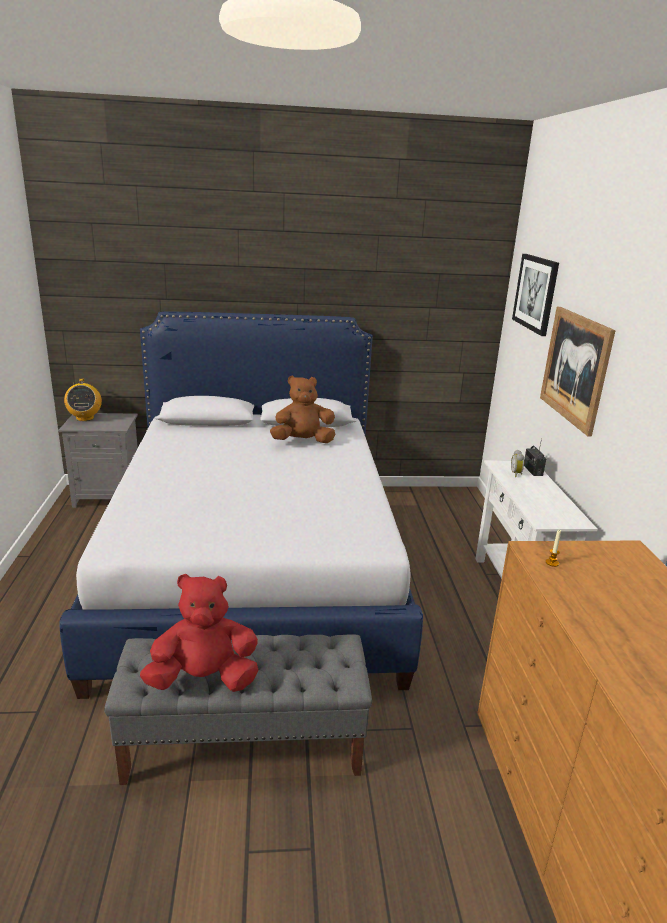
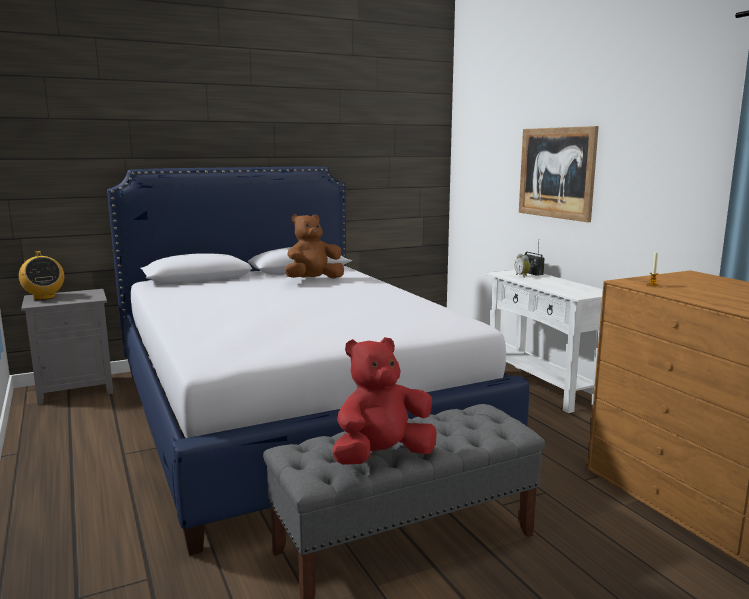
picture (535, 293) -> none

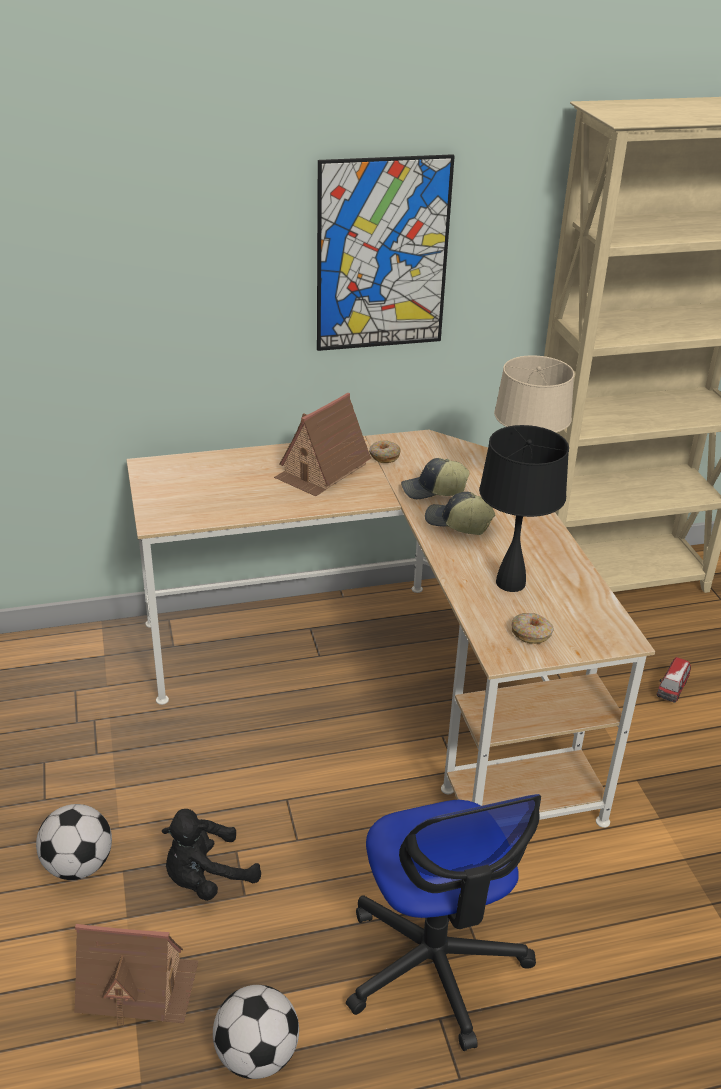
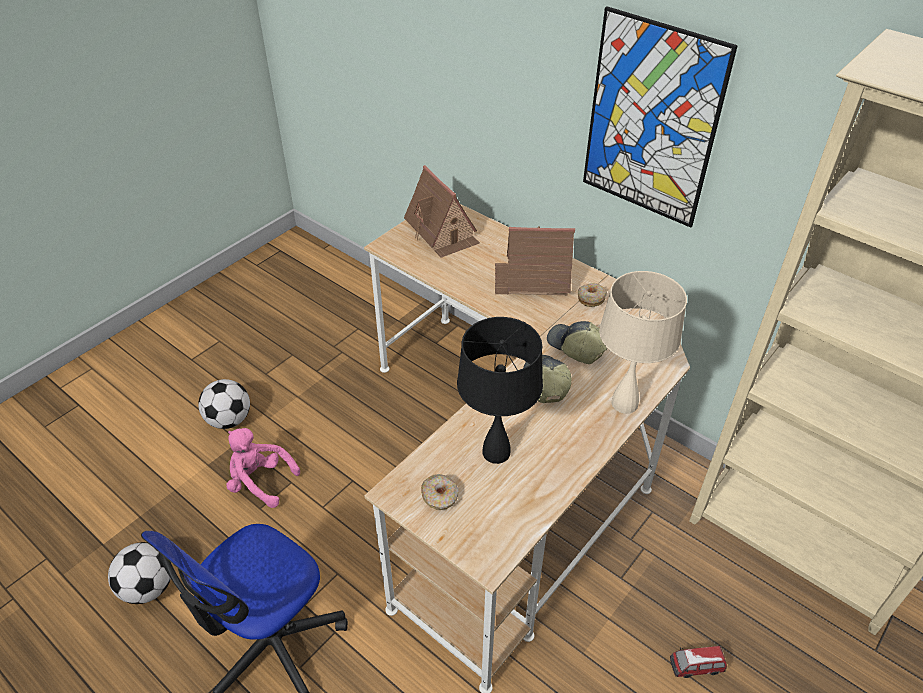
miniature house (137, 986) -> miniature house (442, 232), shifted
blackish cuddly toy (206, 878) -> pink cuddly toy (260, 482)

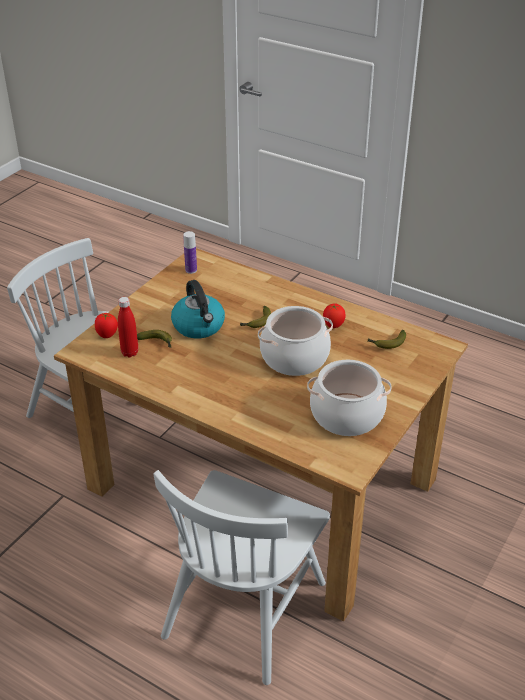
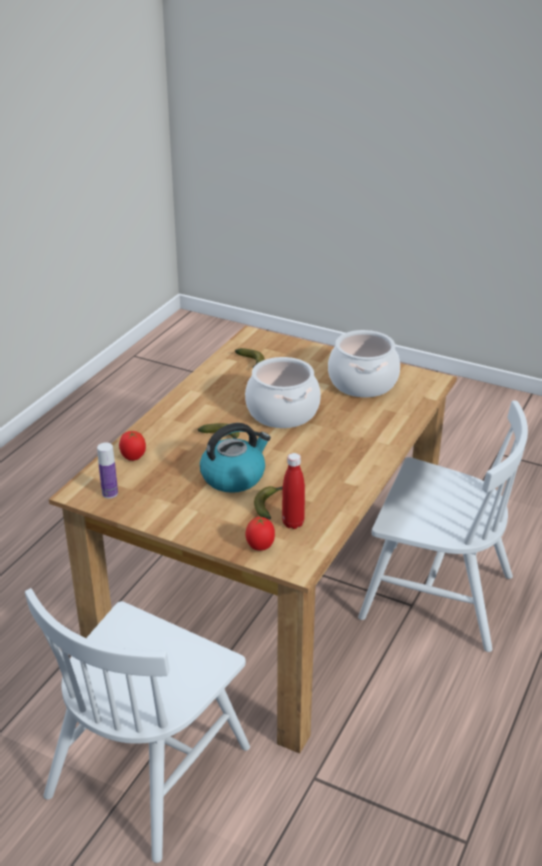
whole tomato (333, 326) -> whole tomato (133, 458), shifted

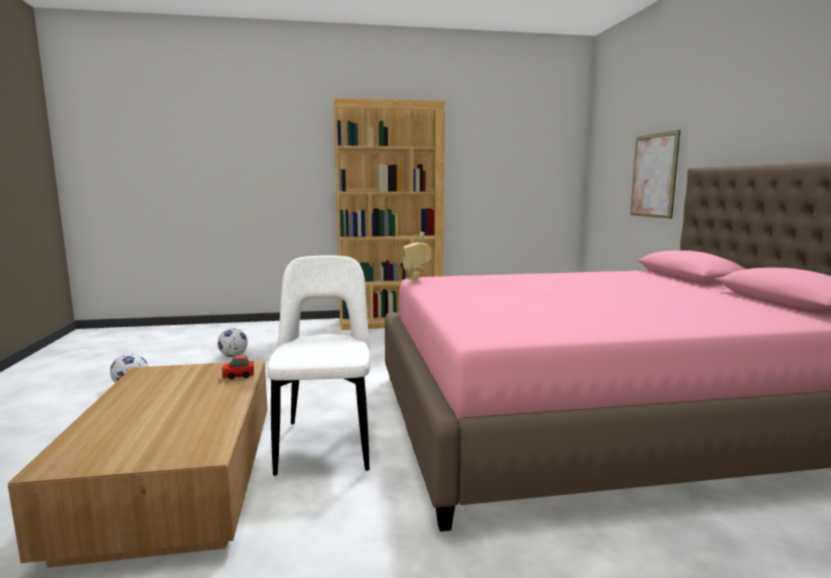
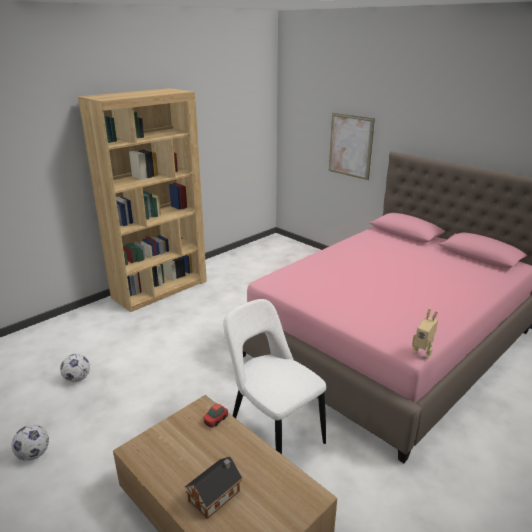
none -> miniature house (216, 495)
robot figure (417, 280) -> robot figure (423, 352), shifted

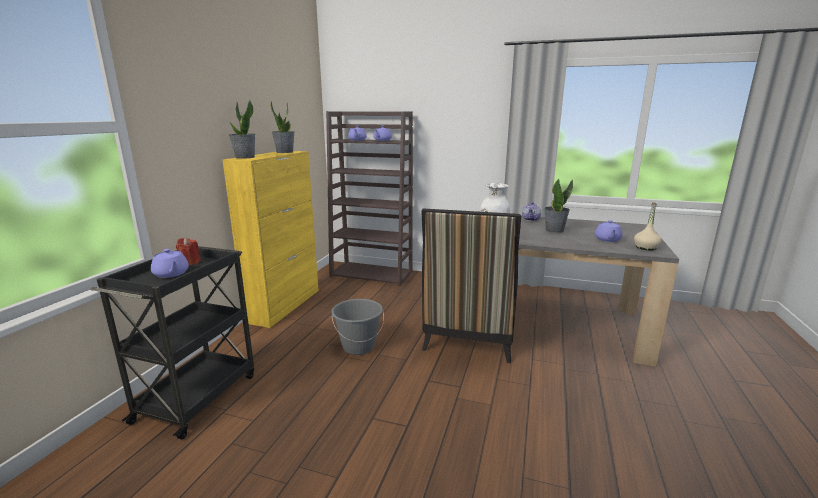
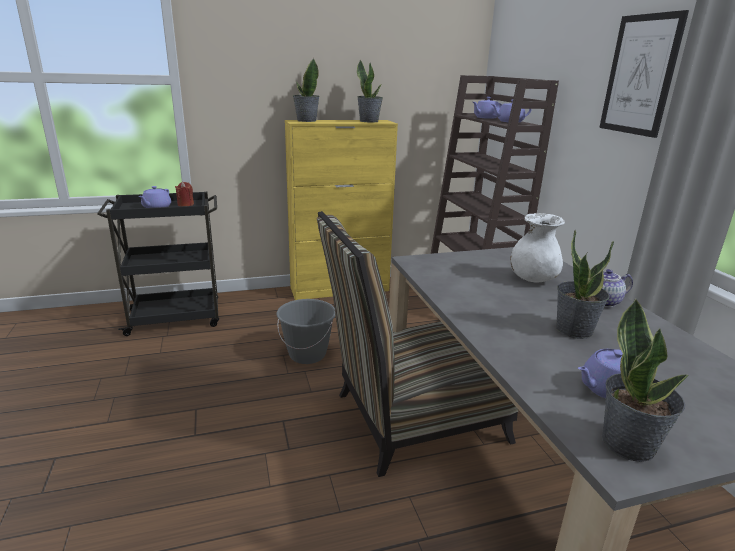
none -> picture (640, 75)
beige drink bottle (646, 247) -> plant in a pot (629, 443)

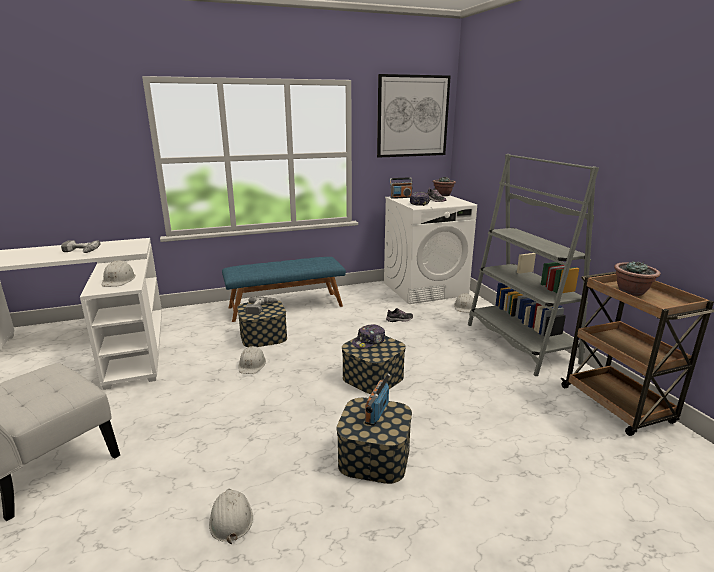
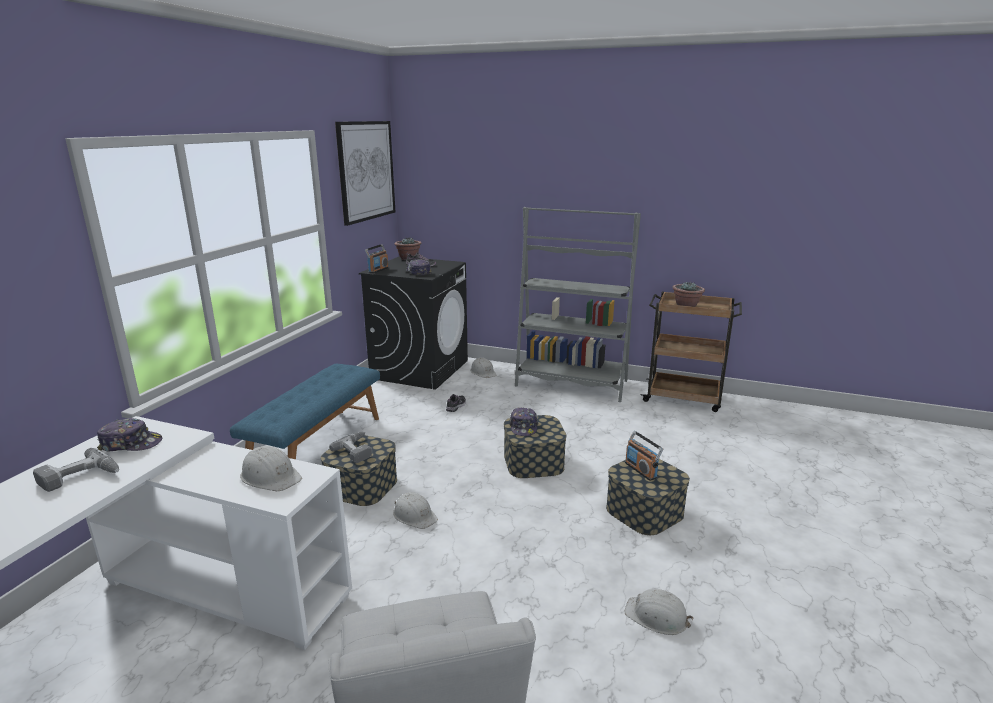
none -> peaked cap (131, 444)
white laundry machine (425, 289) -> blackish laundry machine (420, 369)

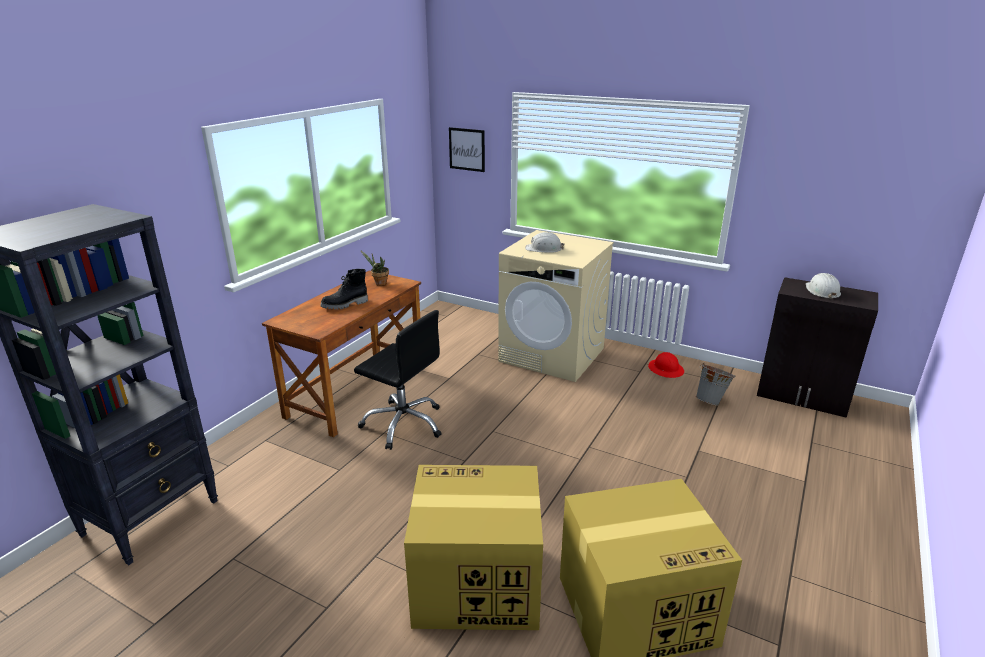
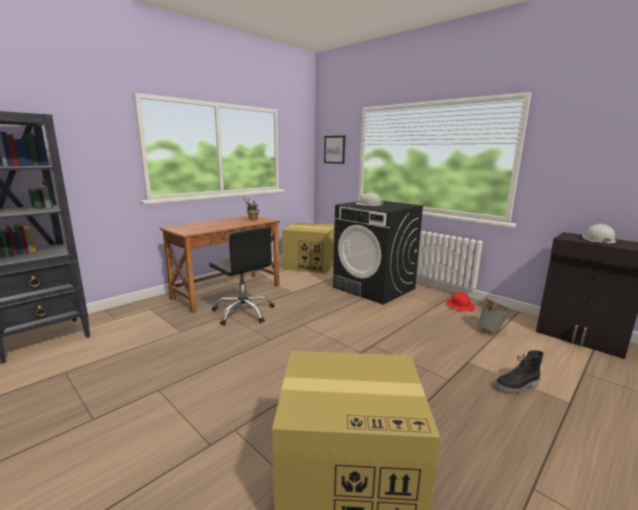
blackish boot (345, 305) -> blackish boot (517, 386), shifted
carton (475, 584) -> carton (309, 265), shifted
beige laundry machine (552, 355) -> blackish laundry machine (374, 288)

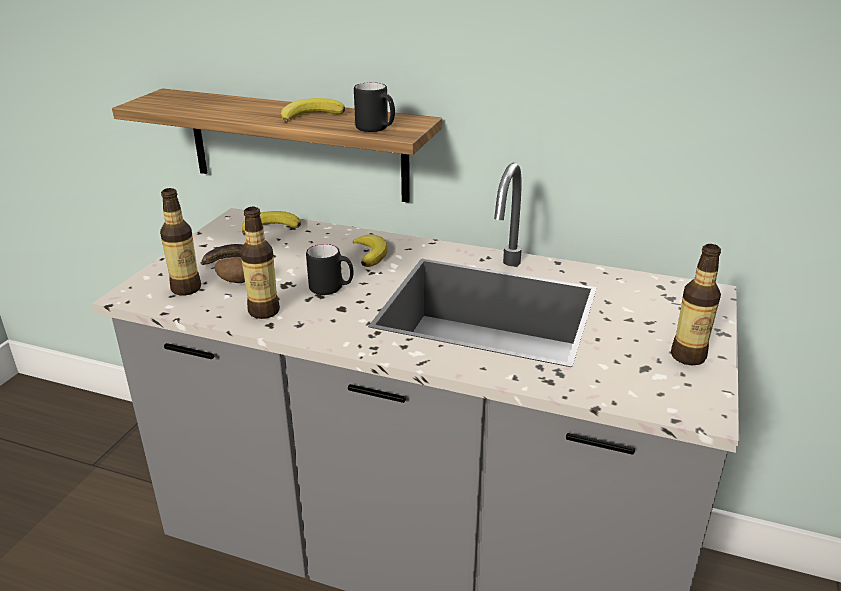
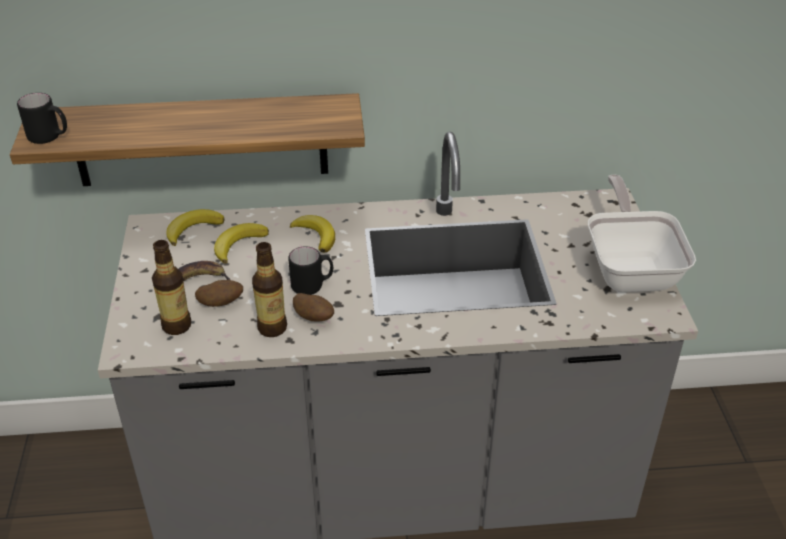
none -> whole potato (314, 318)
banana (311, 115) -> banana (238, 244), shifted
blackish mug (376, 129) -> blackish mug (49, 137), shifted
drink bottle (688, 356) -> frying pan (630, 268)

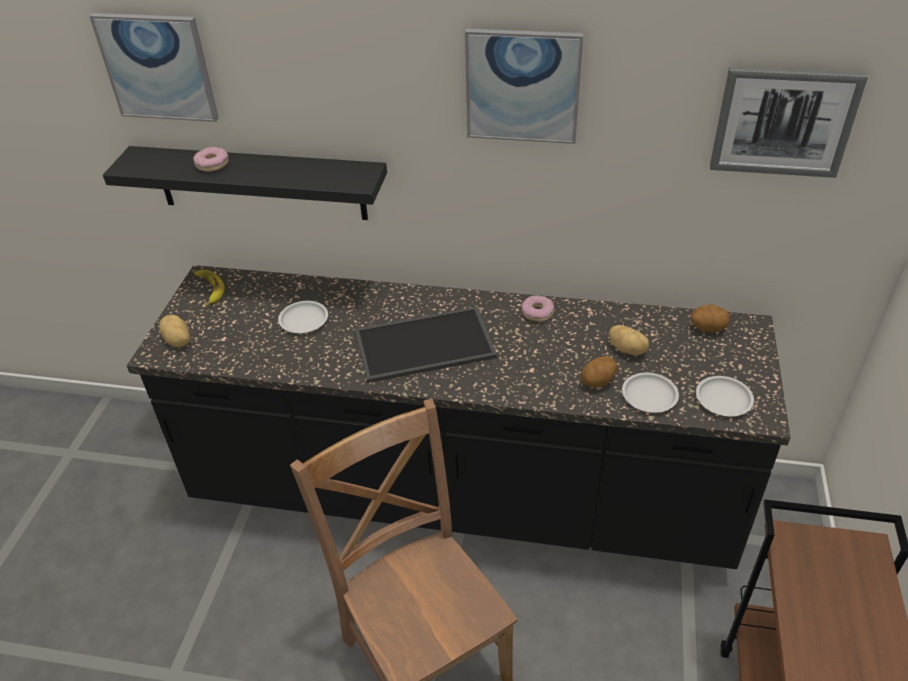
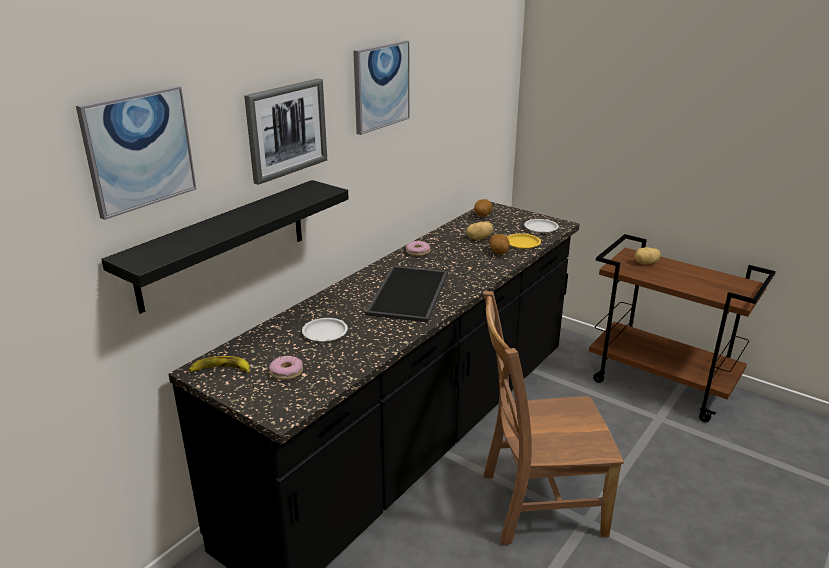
whole potato (177, 341) -> whole potato (646, 263), shifted
donut (212, 164) -> donut (286, 372), shifted
picture (783, 121) -> picture (286, 129), shifted
white dinner plate (649, 395) -> yellowish dinner plate (522, 243)

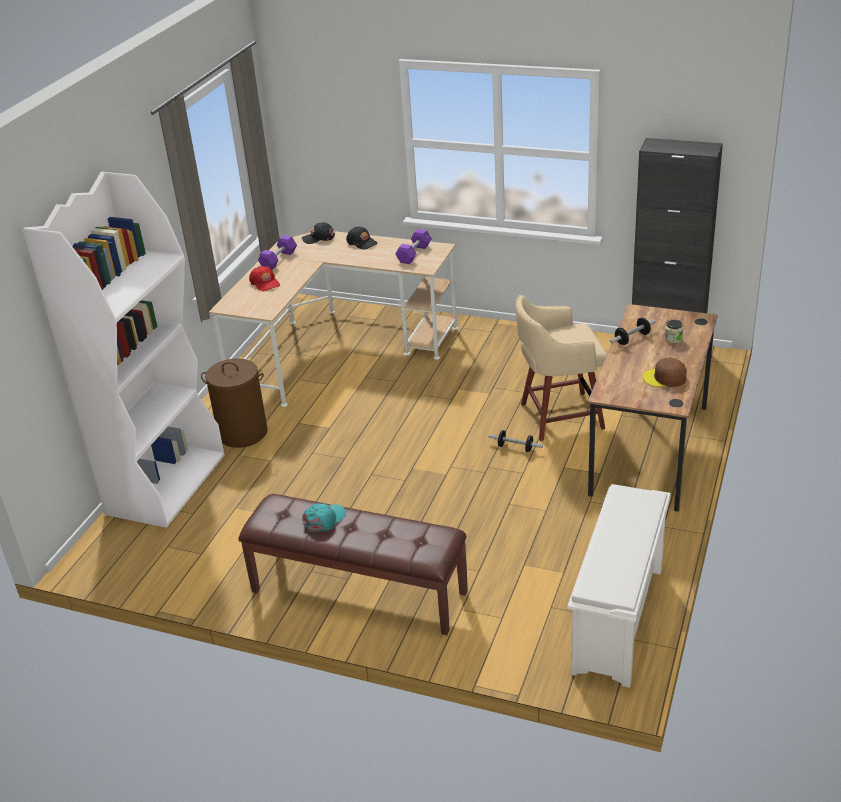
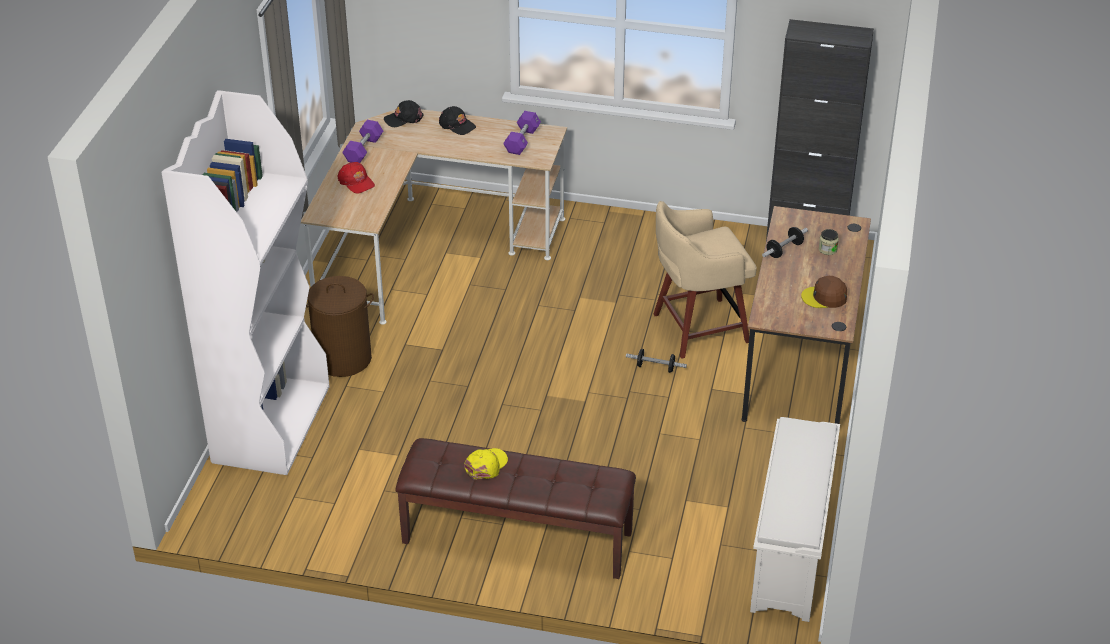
blue-green peaked cap (324, 520) -> yellowish peaked cap (486, 466)

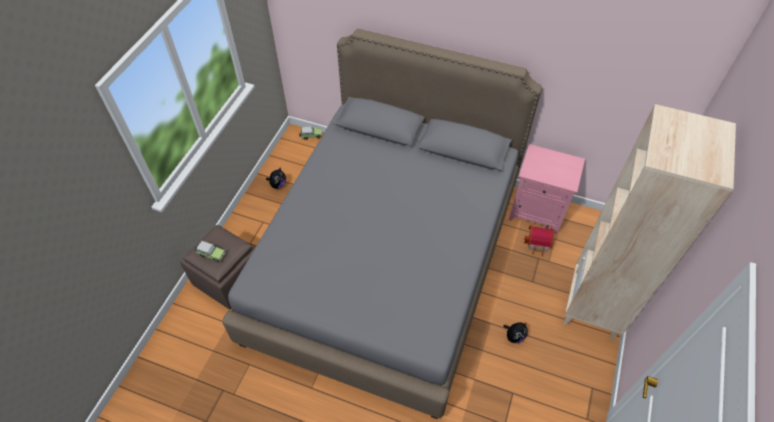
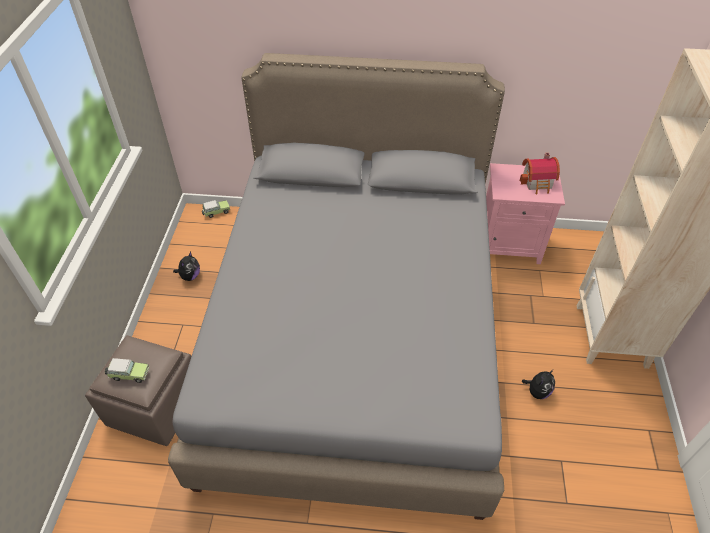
miniature house (538, 244) -> miniature house (538, 183), shifted

